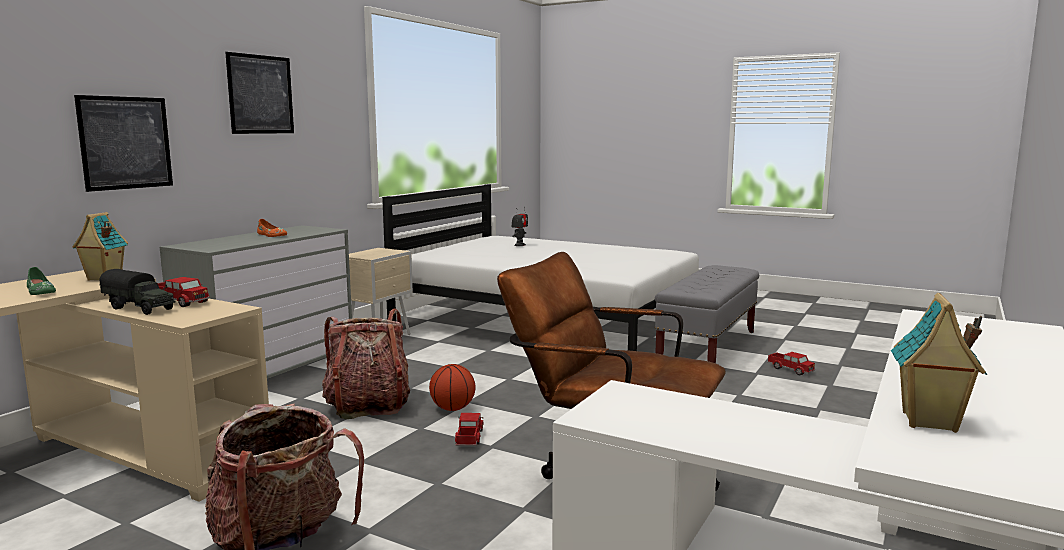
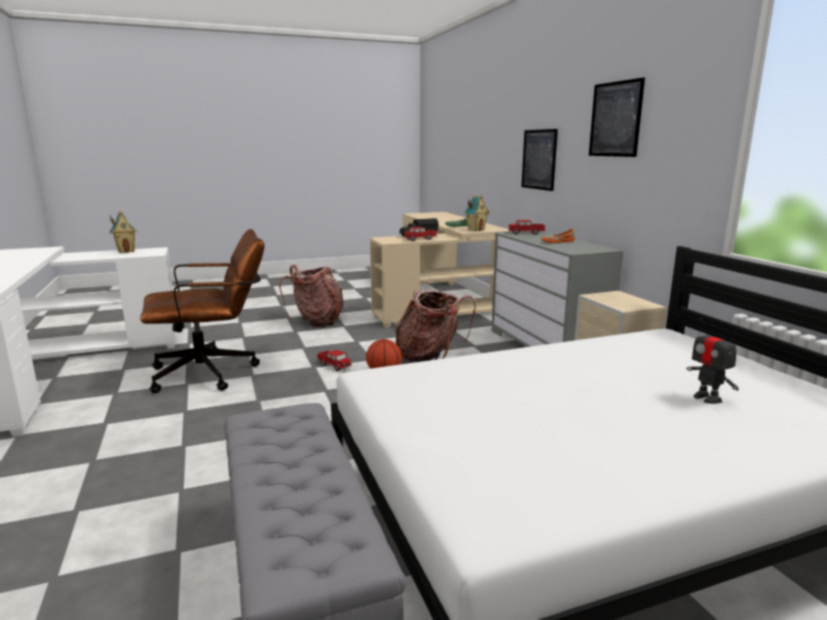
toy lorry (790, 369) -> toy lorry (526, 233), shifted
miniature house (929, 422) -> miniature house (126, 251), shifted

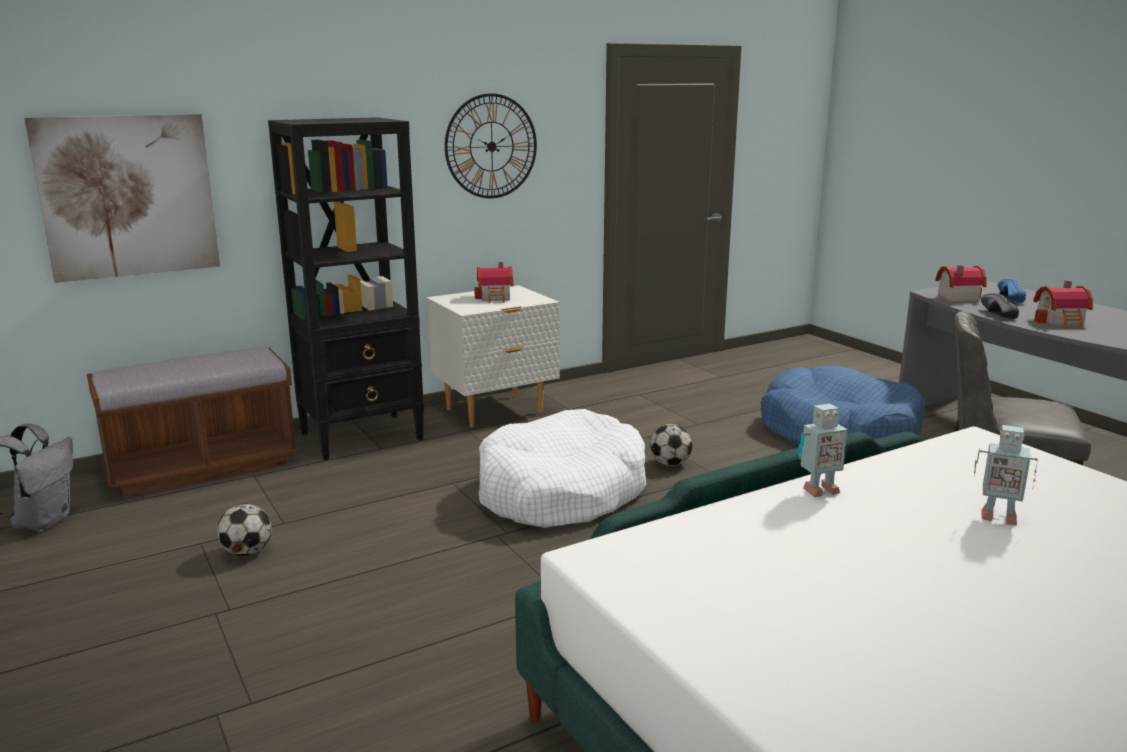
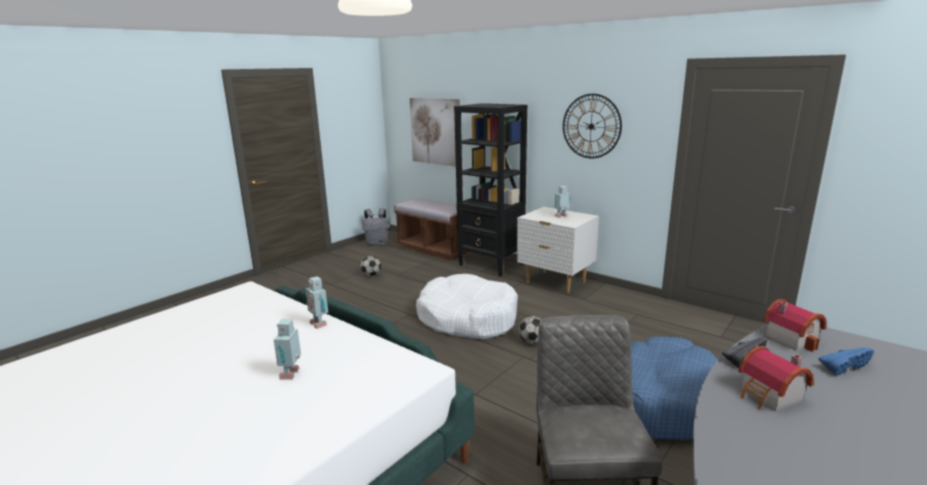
miniature house (496, 298) -> robot figure (561, 216)

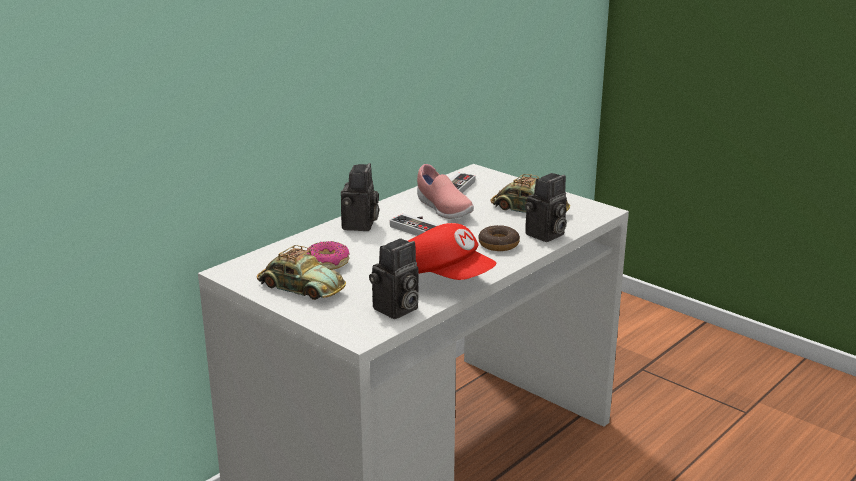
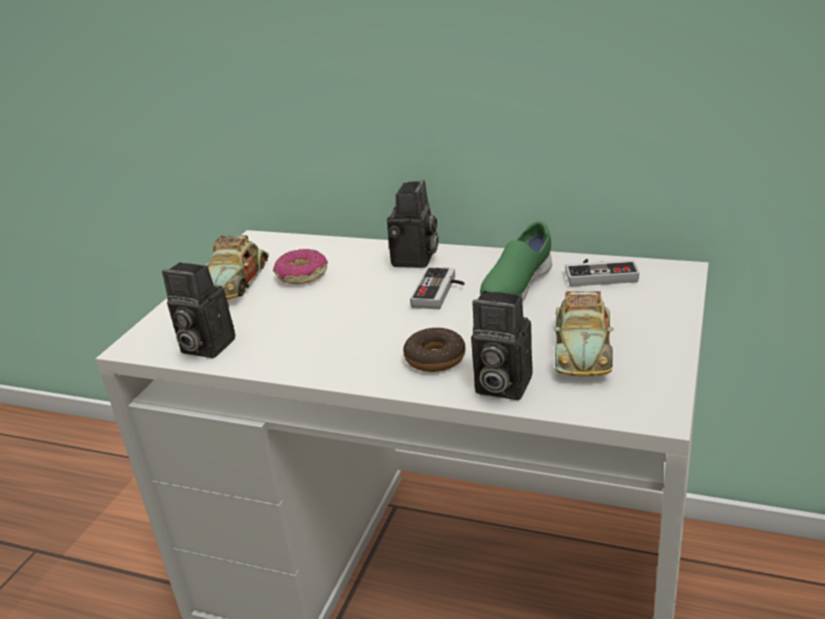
reddish peaked cap (442, 279) -> none
pink low shoe (443, 209) -> green low shoe (516, 289)
photo camera (360, 226) -> photo camera (415, 260), 60 degrees counterclockwise

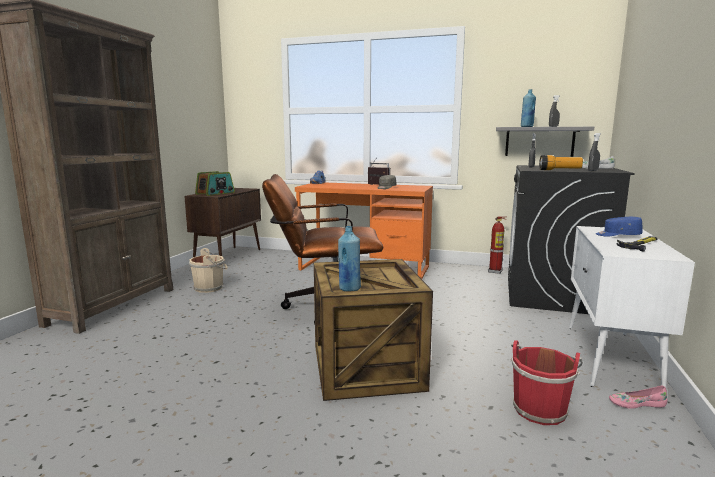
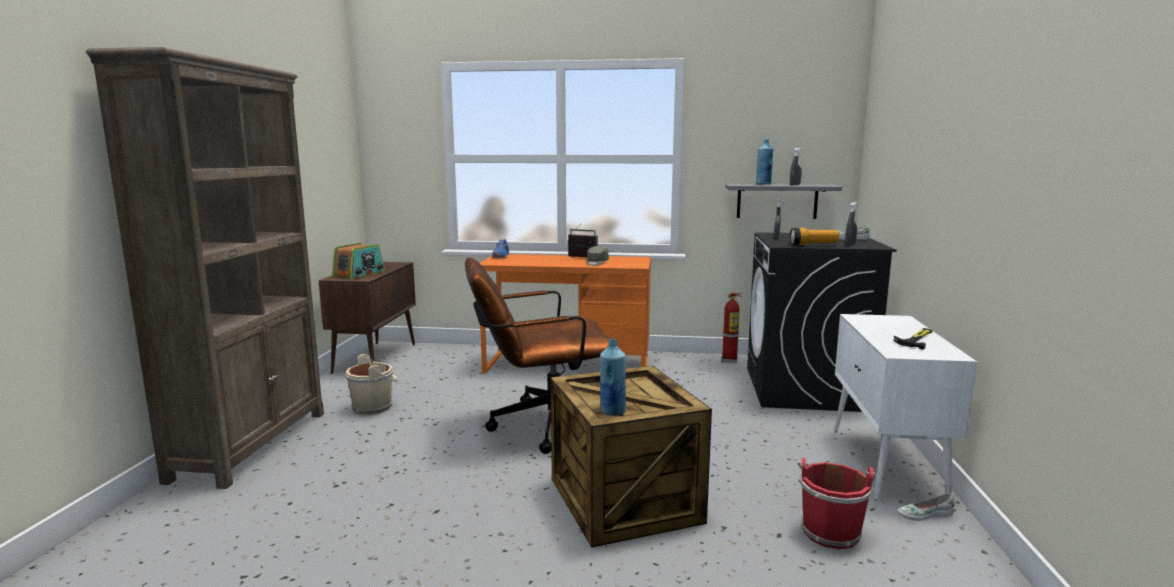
blue-coloured peaked cap (618, 235) -> none
pink low shoe (636, 403) -> white low shoe (924, 514)

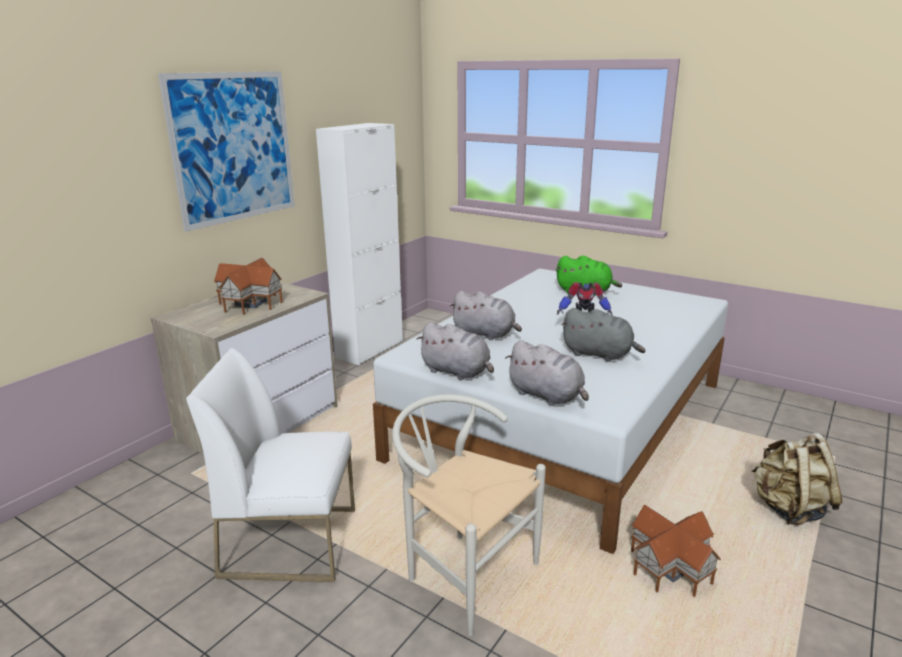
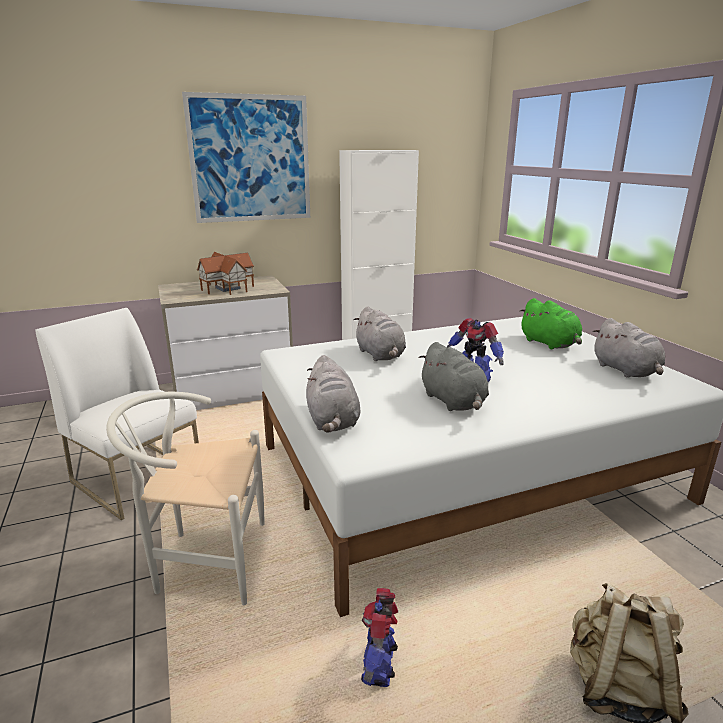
greyish cuddly toy (457, 372) -> greyish cuddly toy (626, 371), shifted
miniature house (672, 568) -> robot figure (379, 666)
white chair (463, 572) -> white chair (203, 561), 75 degrees counterclockwise

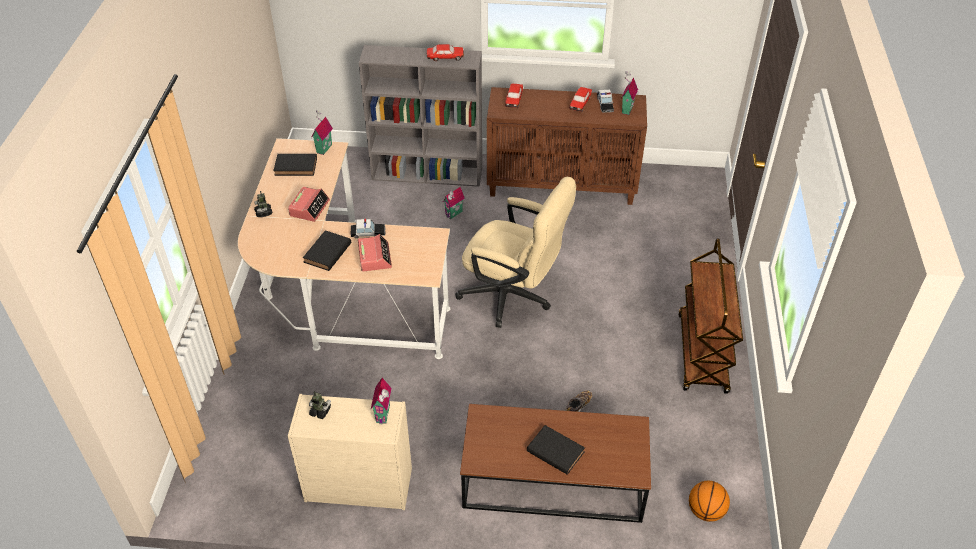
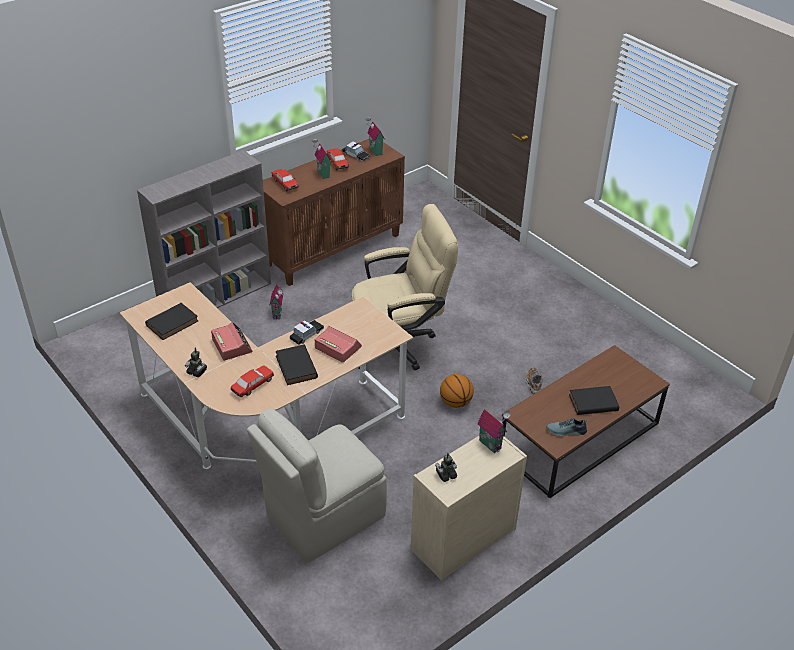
brown-coloured trolley (702, 354) -> none
none -> beige chair (322, 517)
none -> low shoe (566, 431)
miniature house (323, 148) -> miniature house (322, 174), shifted
toy car (445, 57) -> toy car (252, 385), shifted
basketball (705, 511) -> basketball (455, 402), shifted

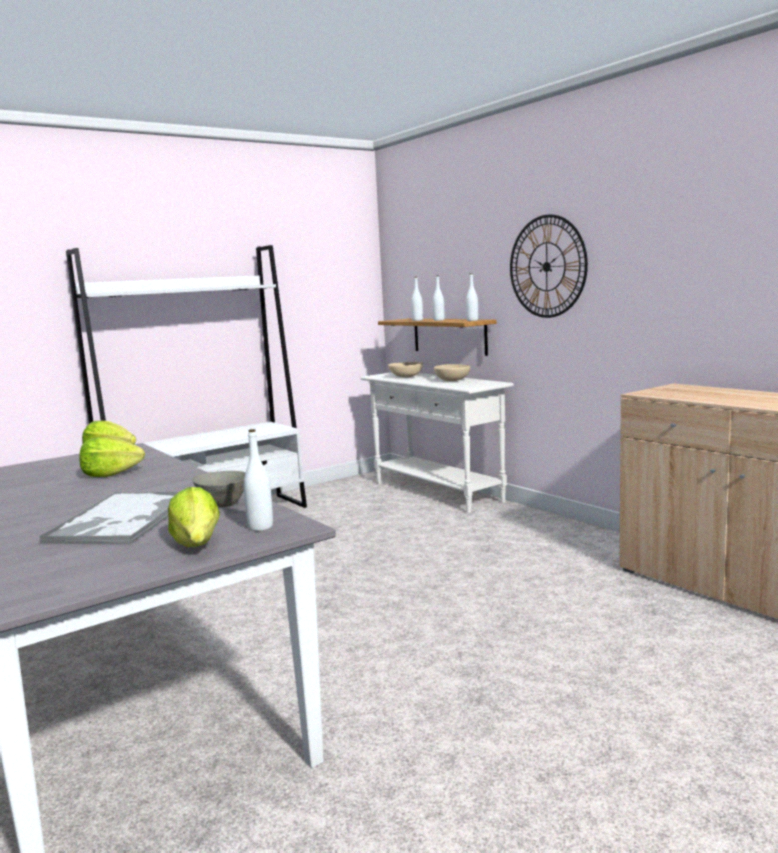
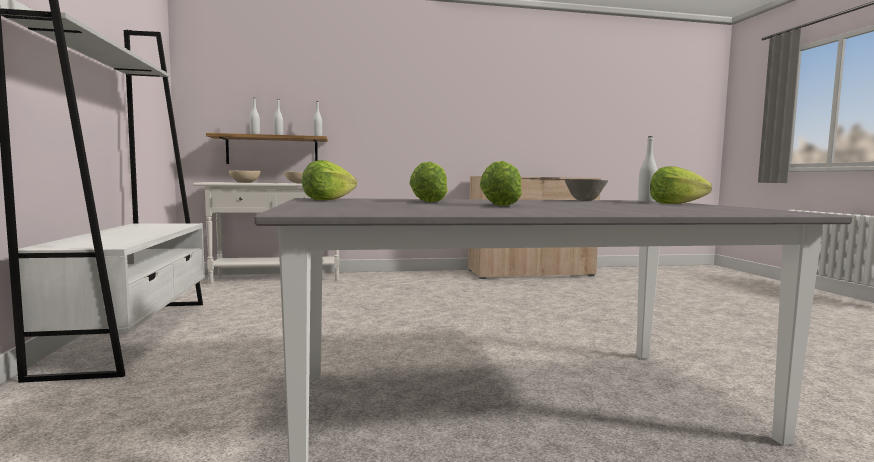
tray (122, 520) -> none
hanging clock (547, 266) -> none
none -> lettuce (499, 205)

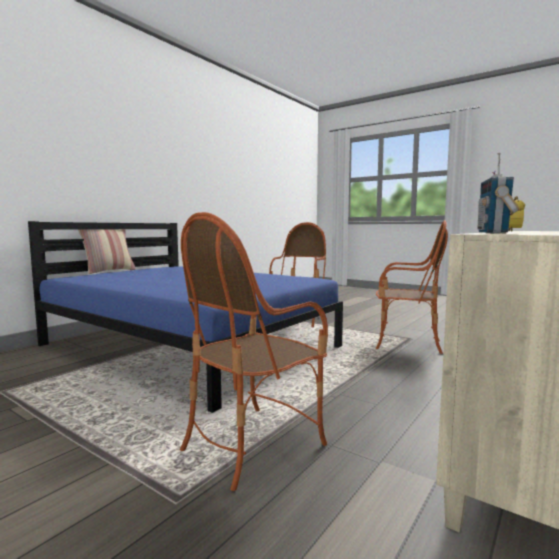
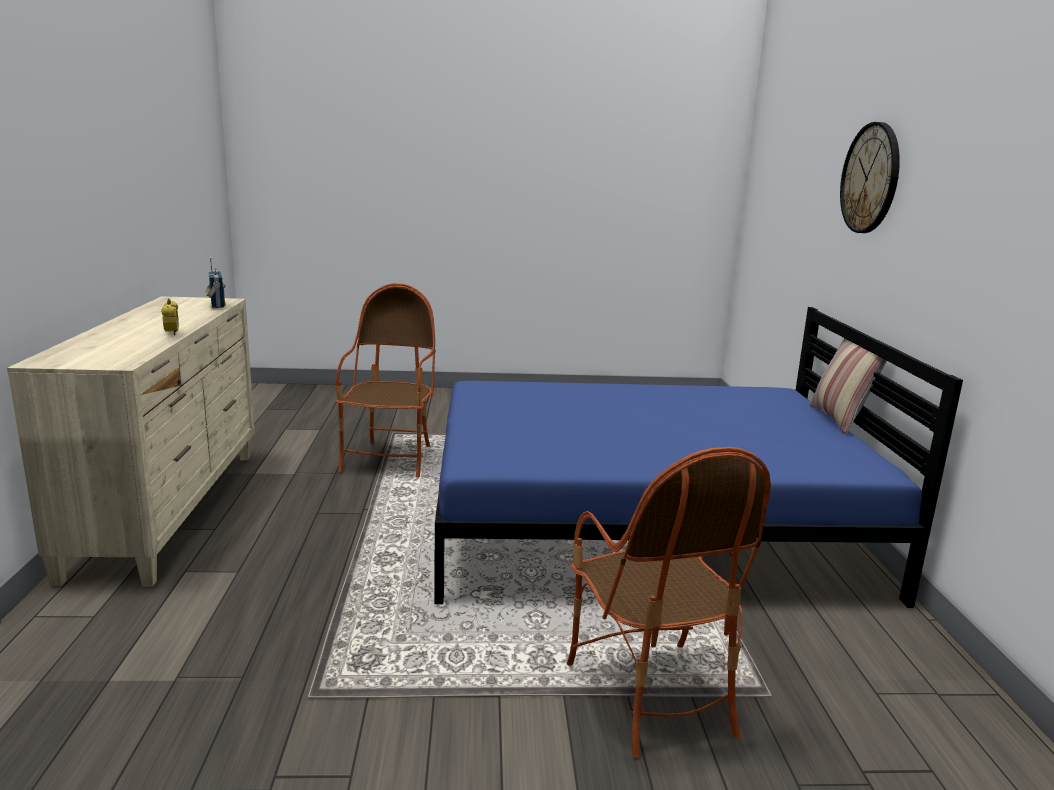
armchair (406, 344) -> none
none -> hanging clock (870, 178)

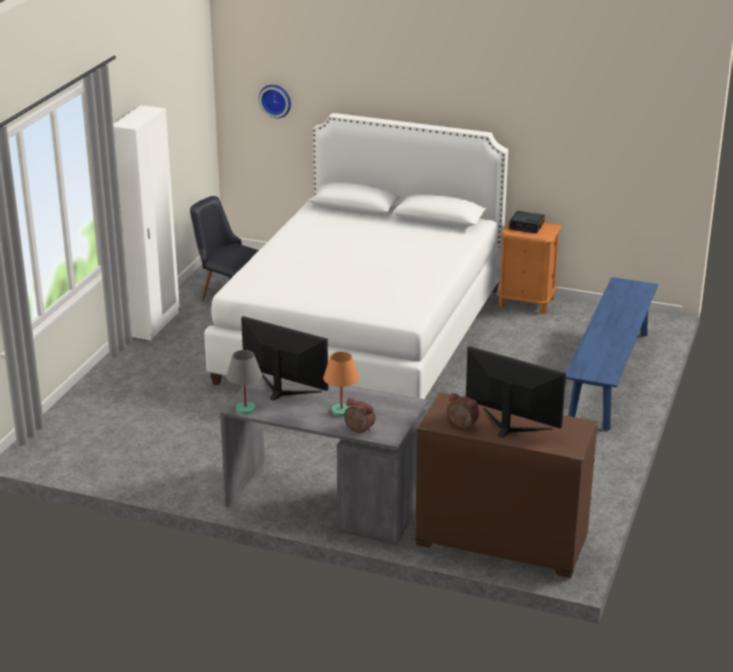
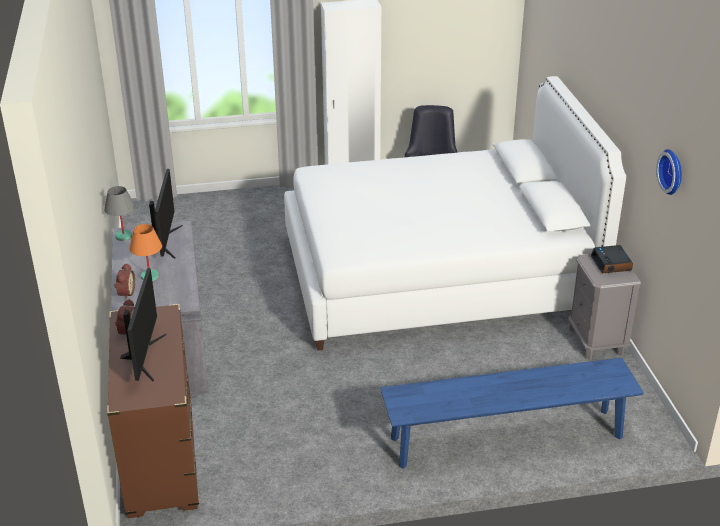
hanging clock (276, 100) -> hanging clock (673, 171), shifted
orangey night table (526, 302) -> greyish night table (597, 341)

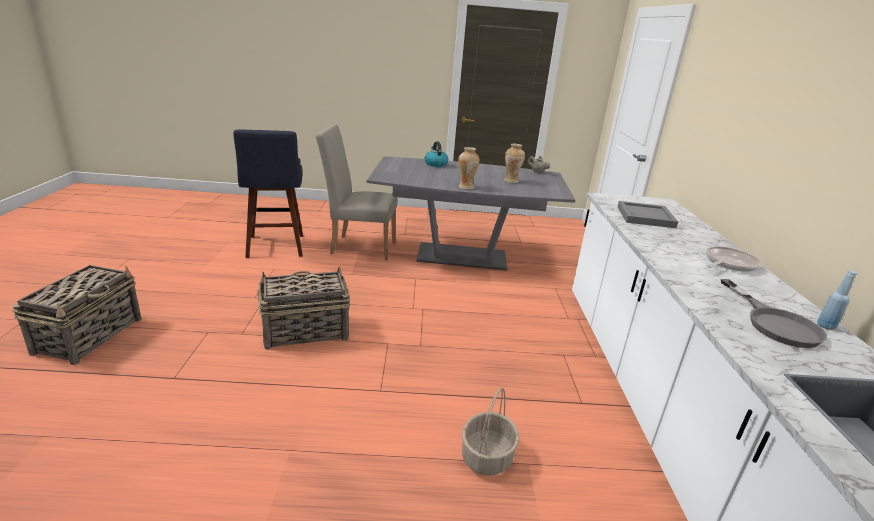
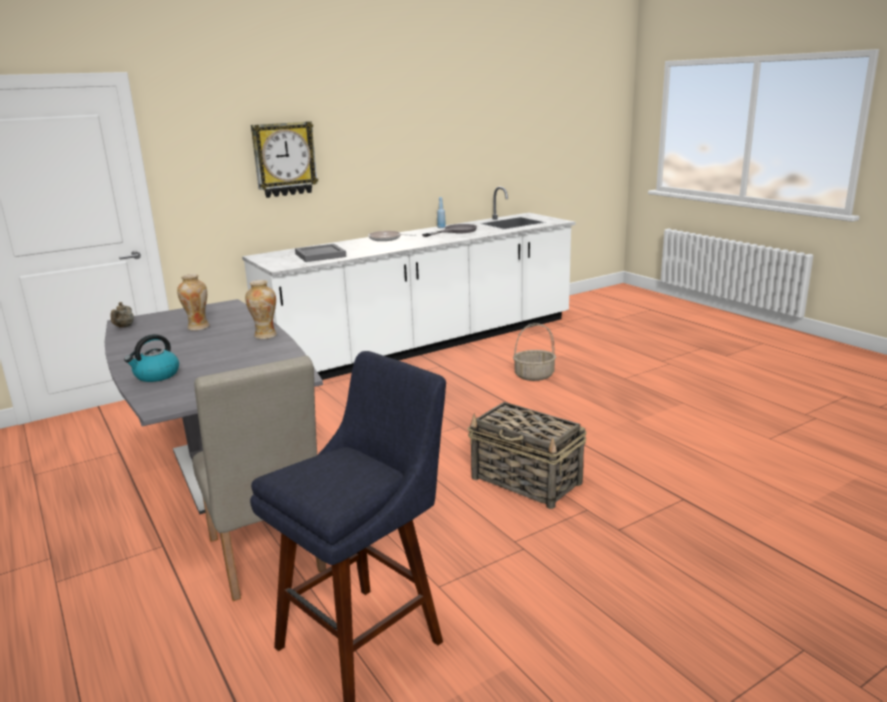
household basket (90, 335) -> none
none -> hanging clock (284, 159)

